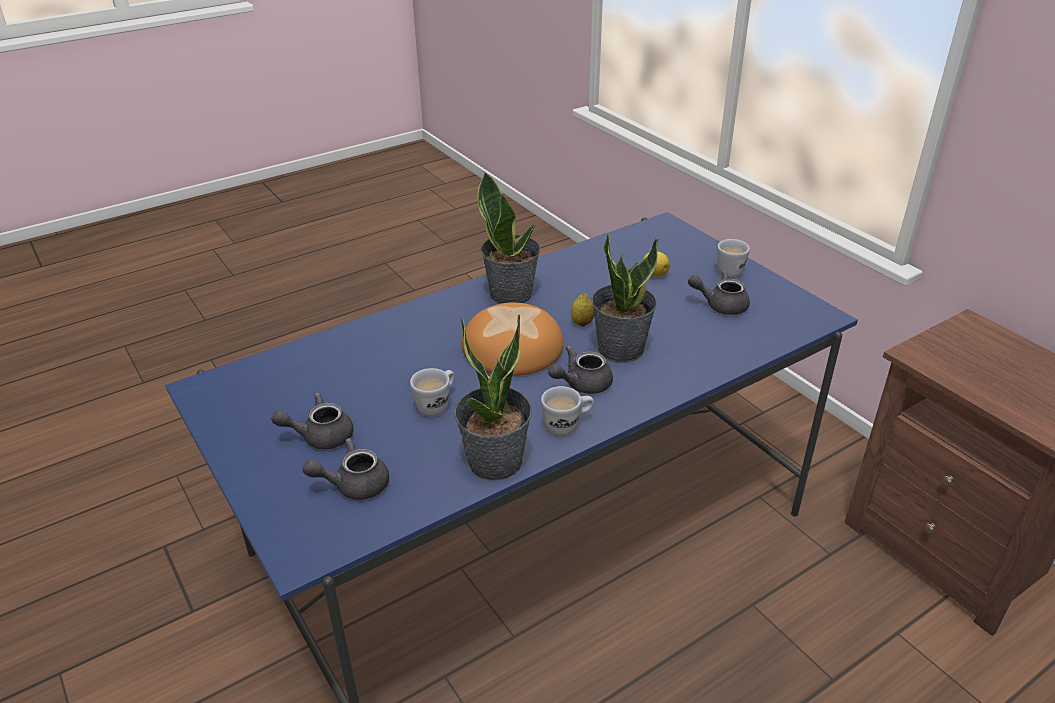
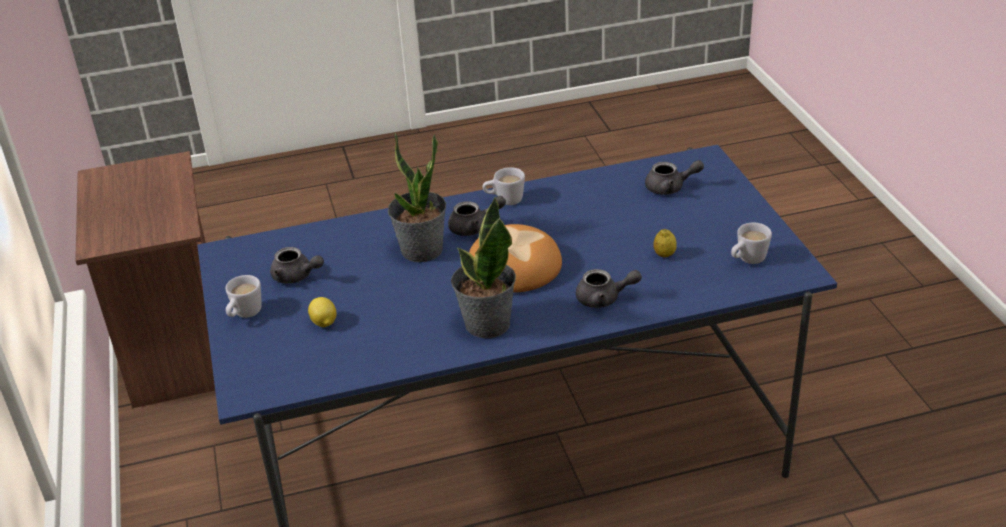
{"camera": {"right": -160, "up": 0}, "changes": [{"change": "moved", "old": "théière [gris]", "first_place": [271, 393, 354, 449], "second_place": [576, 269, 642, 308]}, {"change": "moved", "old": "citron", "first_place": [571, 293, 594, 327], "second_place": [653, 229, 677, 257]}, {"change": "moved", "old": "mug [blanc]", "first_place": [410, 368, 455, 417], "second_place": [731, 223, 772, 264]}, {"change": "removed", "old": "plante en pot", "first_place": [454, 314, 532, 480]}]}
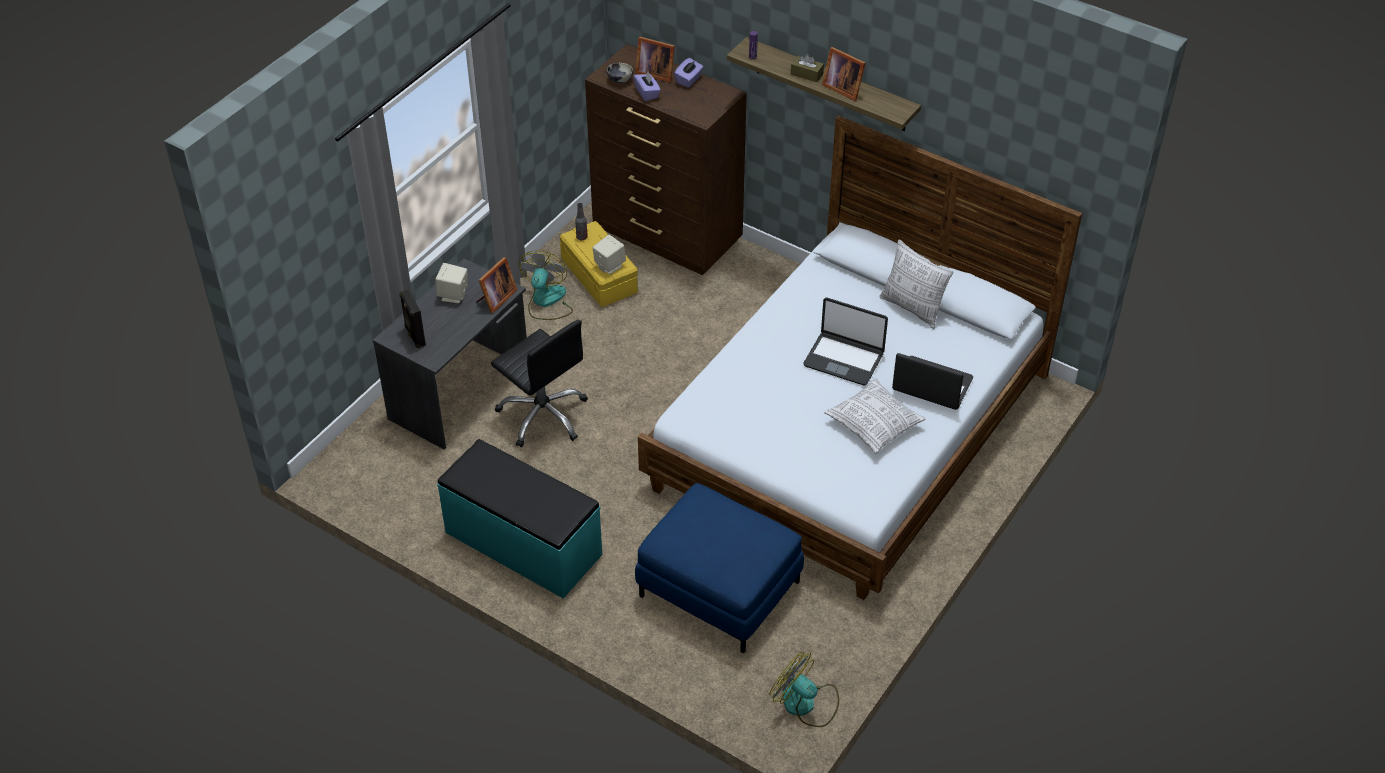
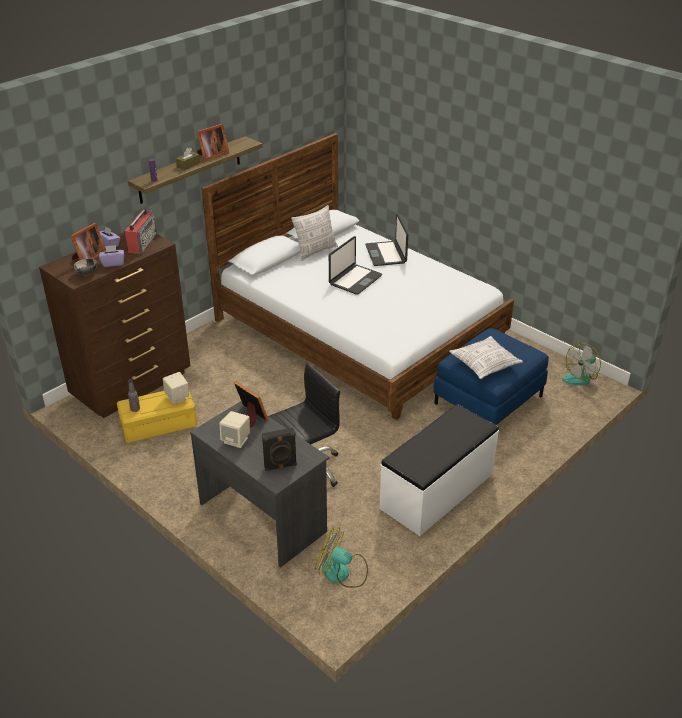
{"camera": {"right": -80, "up": -10}, "changes": [{"change": "added", "new": "radio", "second_place": [124, 208, 157, 254]}, {"change": "moved", "old": "ventilateur", "first_place": [518, 250, 573, 320], "second_place": [315, 527, 368, 588]}, {"change": "turned", "old": "ordinateur portable", "first_place": [892, 353, 973, 410], "second_place": [365, 214, 408, 266], "degrees": -45}, {"change": "recoloured", "old": "banc [turquoise]", "new": "banc [blanc]", "first_place": [437, 439, 602, 599], "second_place": [380, 404, 499, 536]}, {"change": "moved", "old": "coussin", "first_place": [824, 378, 926, 454], "second_place": [449, 336, 523, 379]}]}
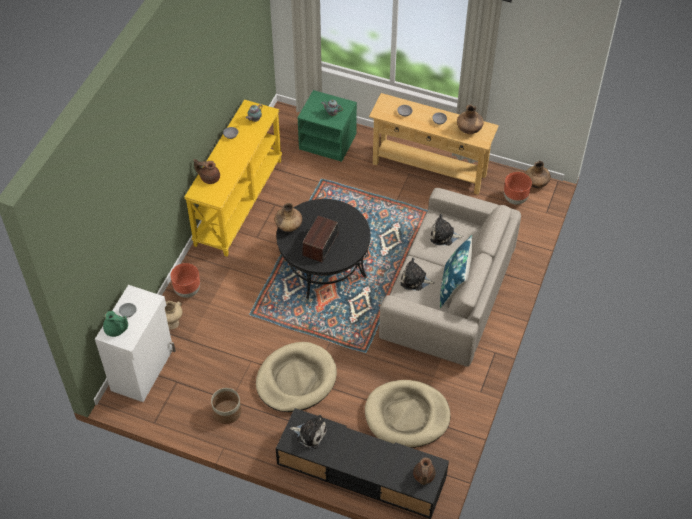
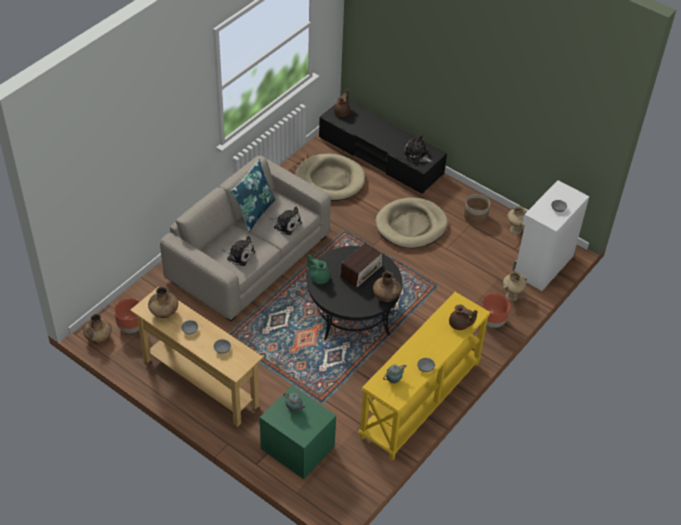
{"camera": {"right": -165, "up": -5}, "changes": [{"change": "moved", "old": "théière [vert]", "first_place": [103, 311, 128, 337], "second_place": [308, 254, 330, 284]}, {"change": "added", "new": "vase [beige]", "second_place": [507, 206, 527, 235]}]}
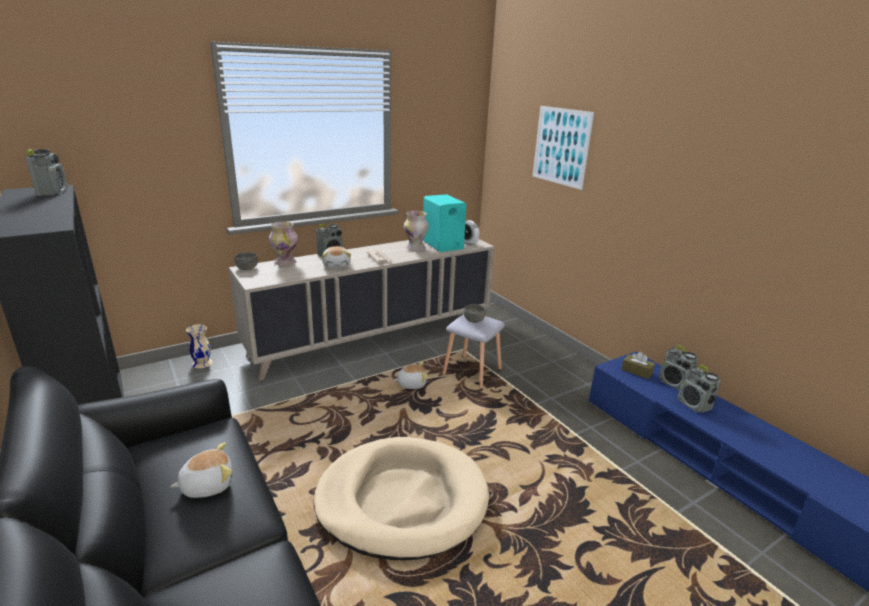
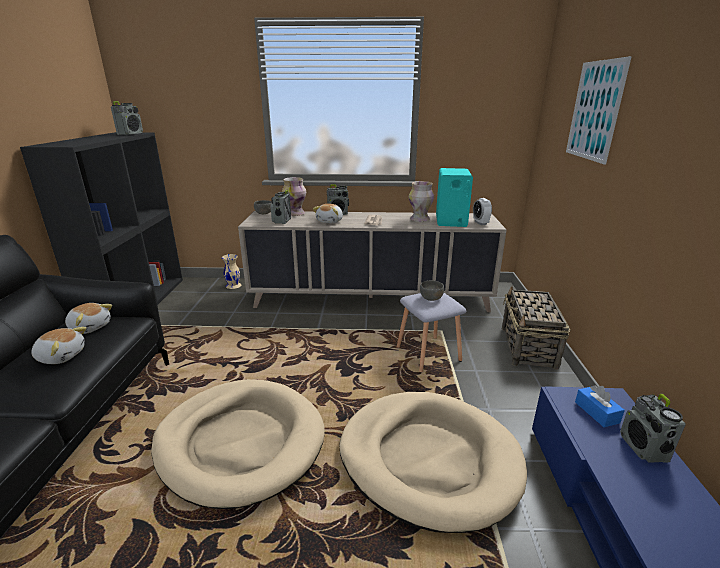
{"camera": {"right": 35, "up": 0}, "changes": [{"change": "moved", "old": "peluche", "first_place": [393, 362, 428, 389], "second_place": [65, 303, 112, 334]}, {"change": "moved", "old": "radio", "first_place": [678, 365, 721, 413], "second_place": [271, 190, 291, 224]}, {"change": "added", "new": "panier pour chien [beige]", "second_place": [340, 392, 527, 533]}, {"change": "added", "new": "panier", "second_place": [502, 286, 570, 370]}, {"change": "recoloured", "old": "boîte à mouchoirs [marron]", "new": "boîte à mouchoirs [bleu]", "first_place": [621, 352, 655, 379], "second_place": [575, 385, 625, 427]}]}
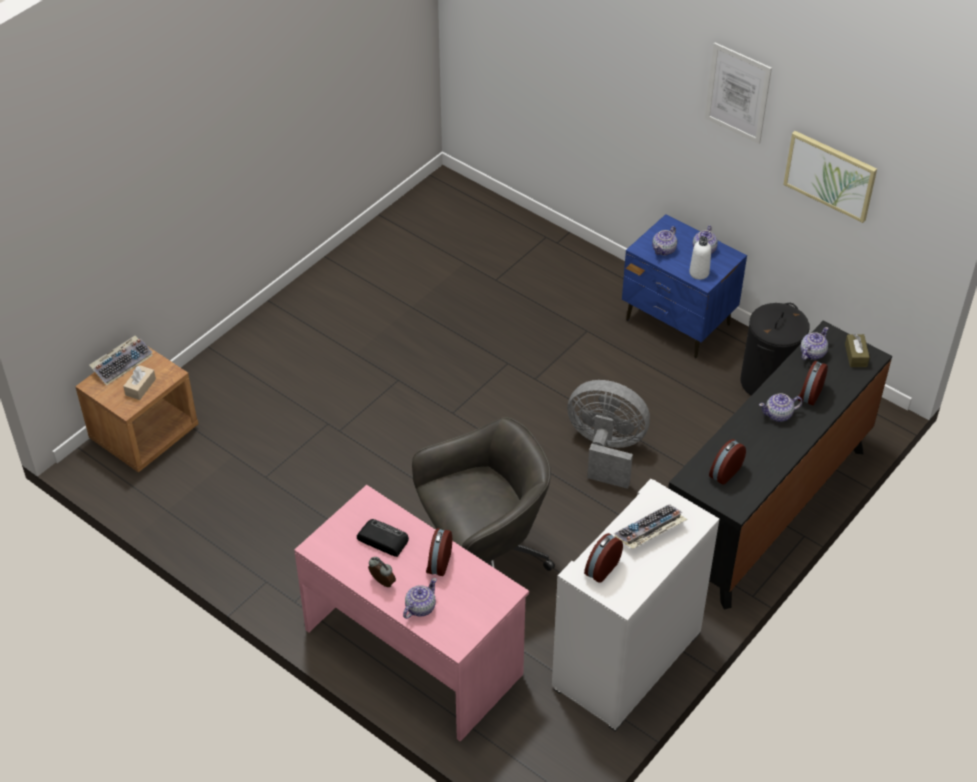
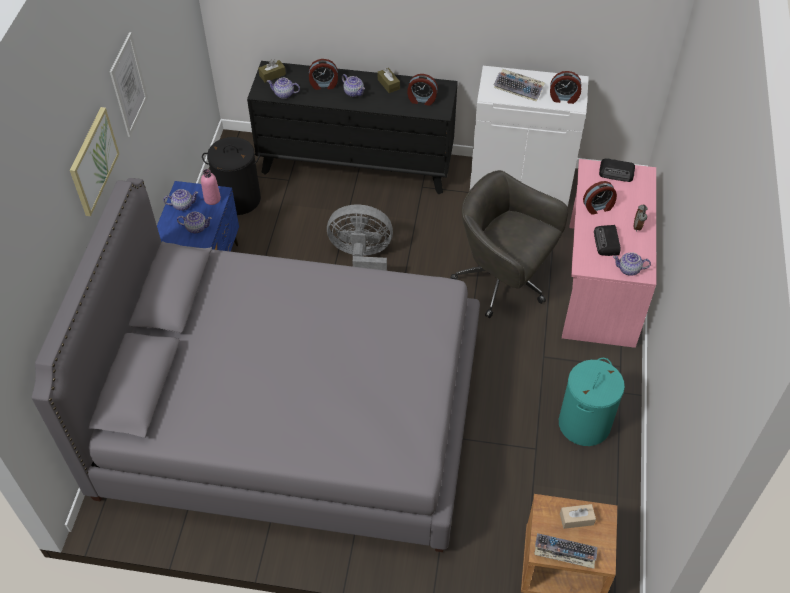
{"camera": {"right": -120, "up": 5}, "changes": [{"change": "added", "new": "lit [gris]", "second_place": [32, 178, 480, 552]}, {"change": "moved", "old": "tableau", "first_place": [783, 131, 877, 223], "second_place": [70, 107, 119, 216]}, {"change": "recoloured", "old": "bouteille [blanc]", "new": "bouteille [rose]", "first_place": [689, 236, 711, 280], "second_place": [201, 169, 221, 205]}, {"change": "turned", "old": "ventilateur [gris]", "first_place": [567, 380, 650, 489], "second_place": [327, 205, 393, 271], "degrees": 105}, {"change": "added", "new": "boîte à mouchoirs [marron]", "second_place": [378, 68, 400, 93]}, {"change": "added", "new": "panier à linge [turquoise]", "second_place": [559, 358, 625, 446]}, {"change": "added", "new": "radio", "second_place": [599, 158, 635, 182]}, {"change": "moved", "old": "théière", "first_place": [403, 578, 437, 619], "second_place": [613, 252, 651, 276]}]}
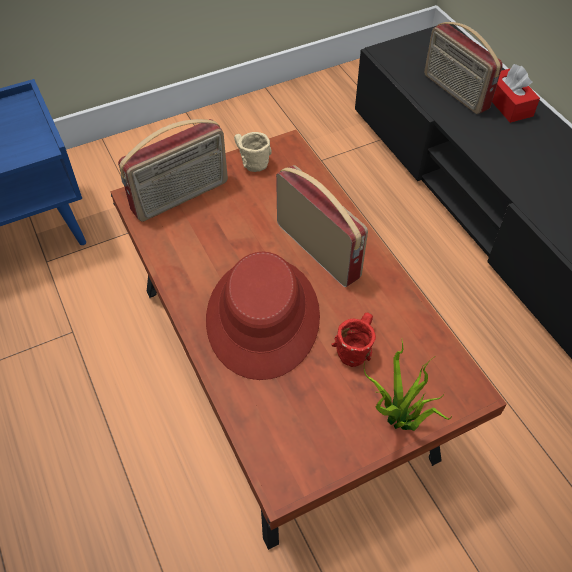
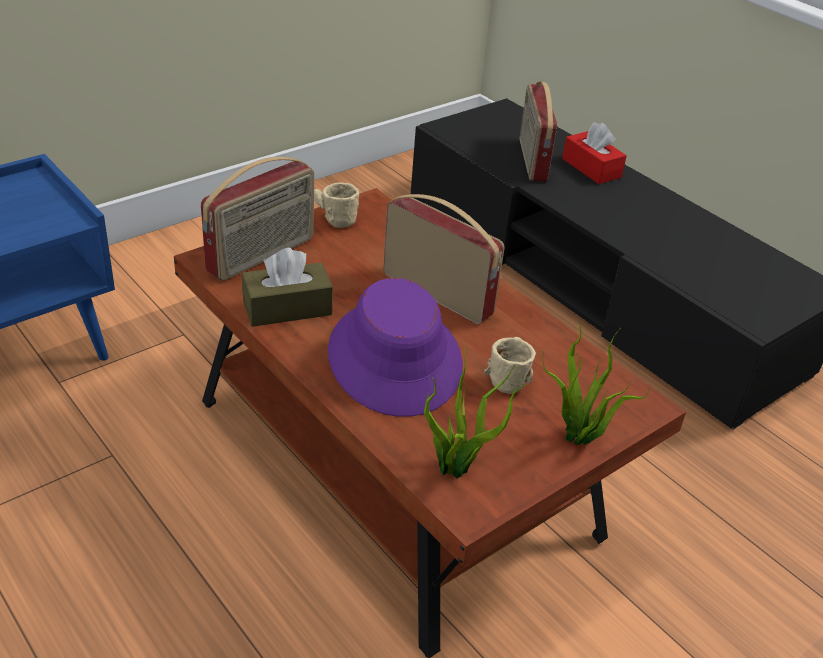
{"camera": {"right": -15, "up": -15}, "changes": [{"change": "added", "new": "boîte à mouchoirs [marron]", "second_place": [242, 248, 333, 327]}, {"change": "recoloured", "old": "chapeau [rouge]", "new": "chapeau [violet]", "first_place": [206, 252, 320, 380], "second_place": [328, 278, 463, 417]}, {"change": "added", "new": "plante en pot", "second_place": [424, 347, 529, 478]}, {"change": "recoloured", "old": "mug [rouge]", "new": "mug [beige]", "first_place": [331, 313, 376, 367], "second_place": [484, 337, 536, 394]}, {"change": "turned", "old": "radio", "first_place": [424, 22, 503, 114], "second_place": [519, 82, 557, 182], "degrees": 45}]}
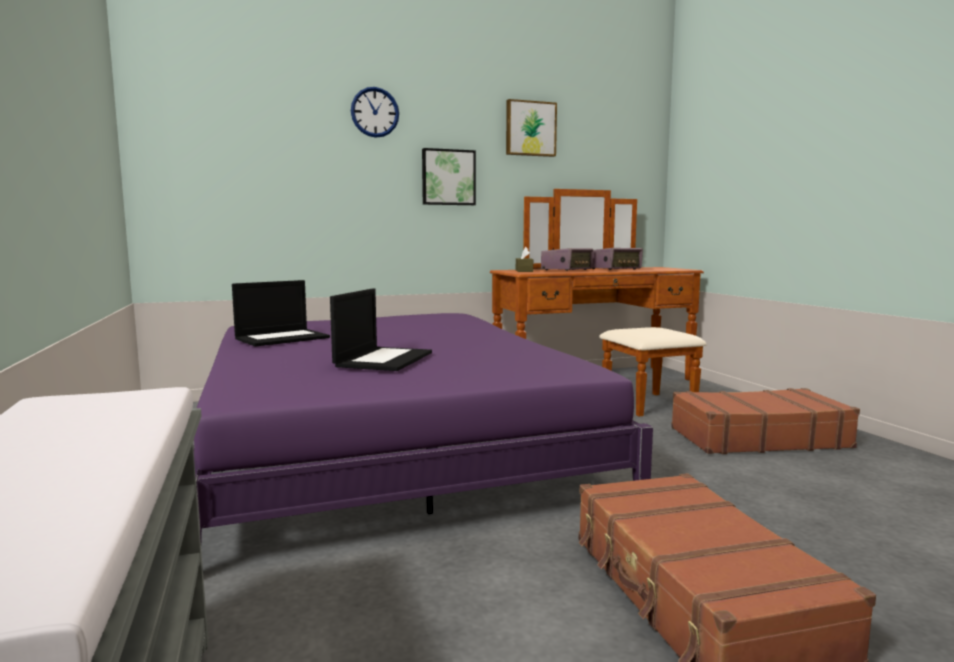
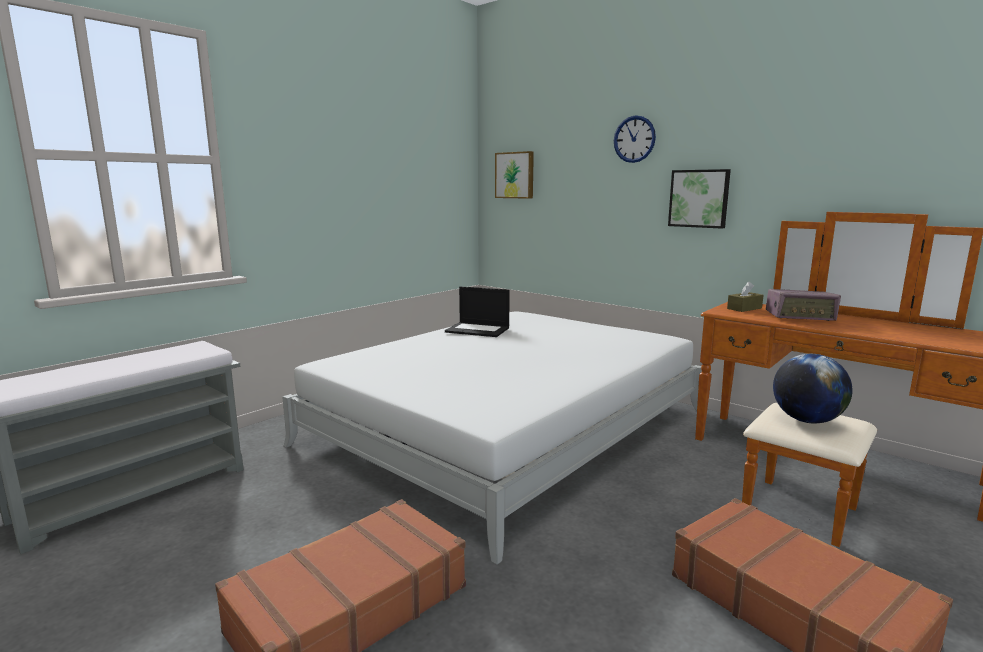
{"camera": {"right": 60, "up": 5}, "changes": [{"change": "recoloured", "old": "lit [violet]", "new": "lit [blanc]", "first_place": [194, 313, 653, 541], "second_place": [282, 311, 702, 565]}, {"change": "moved", "old": "tableau", "first_place": [506, 99, 557, 157], "second_place": [495, 151, 534, 199]}, {"change": "added", "new": "globe", "second_place": [773, 354, 853, 423]}, {"change": "removed", "old": "ordinateur portable", "first_place": [330, 288, 432, 371]}, {"change": "removed", "old": "radio", "first_place": [592, 248, 643, 270]}]}
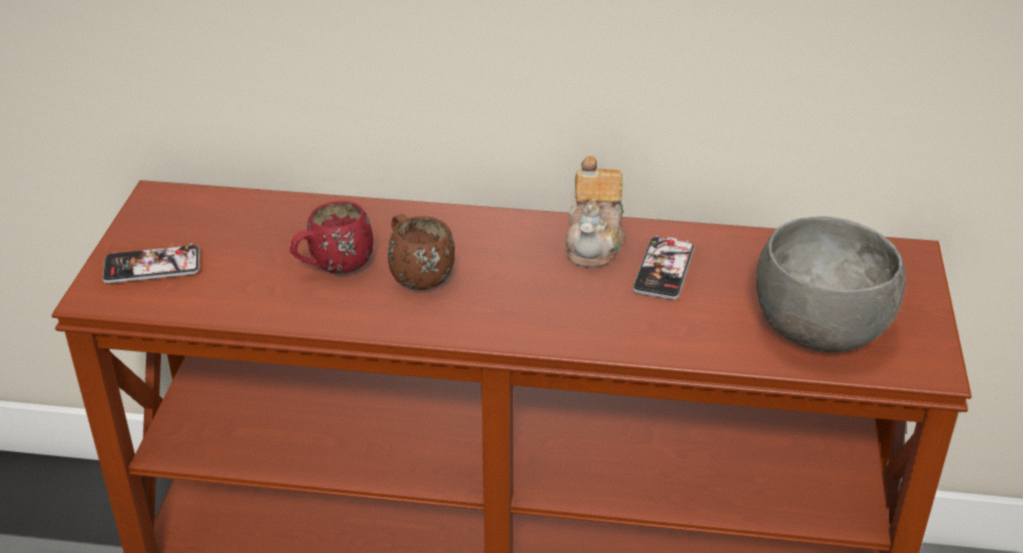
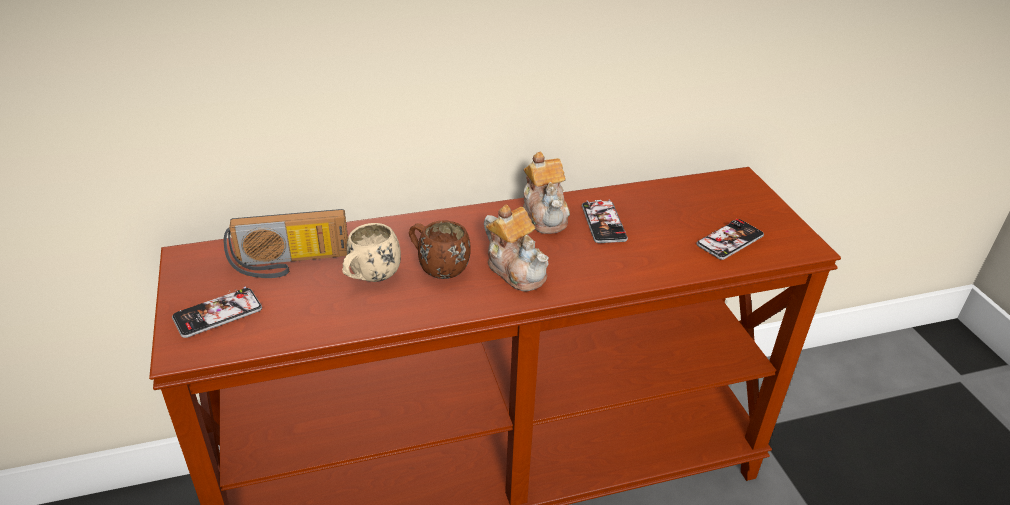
{"camera": {"right": -25, "up": 0}, "changes": [{"change": "added", "new": "radio", "second_place": [224, 209, 348, 278]}, {"change": "recoloured", "old": "mug [rouge]", "new": "mug [beige]", "first_place": [290, 201, 373, 274], "second_place": [342, 223, 401, 282]}, {"change": "added", "new": "théière", "second_place": [484, 204, 549, 292]}, {"change": "replaced", "old": "bol [gris]", "new": "téléphone", "first_place": [756, 216, 906, 352], "second_place": [697, 219, 764, 260]}]}
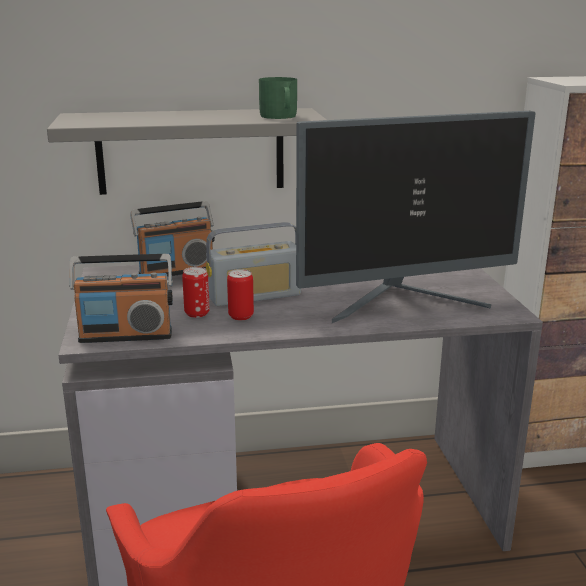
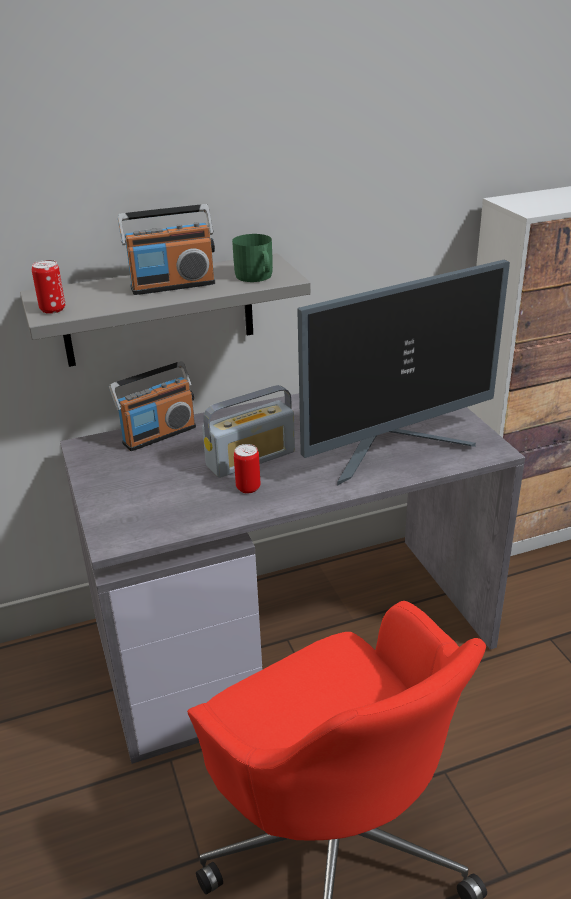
{"camera": {"right": -10, "up": 10}, "changes": [{"change": "moved", "old": "boîte métallique", "first_place": [182, 267, 210, 318], "second_place": [32, 260, 65, 314]}, {"change": "moved", "old": "radio", "first_place": [69, 254, 173, 343], "second_place": [118, 204, 215, 295]}]}
